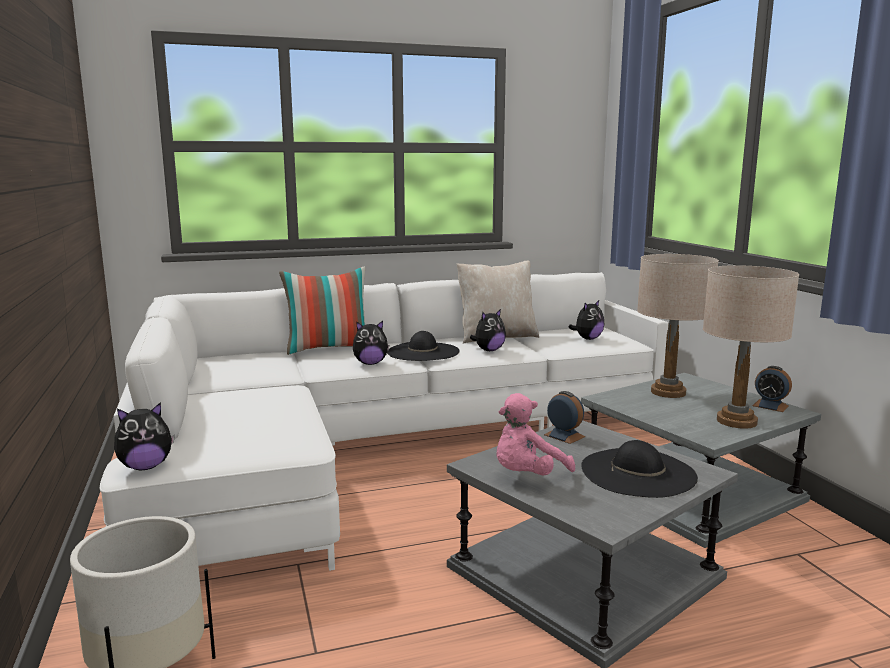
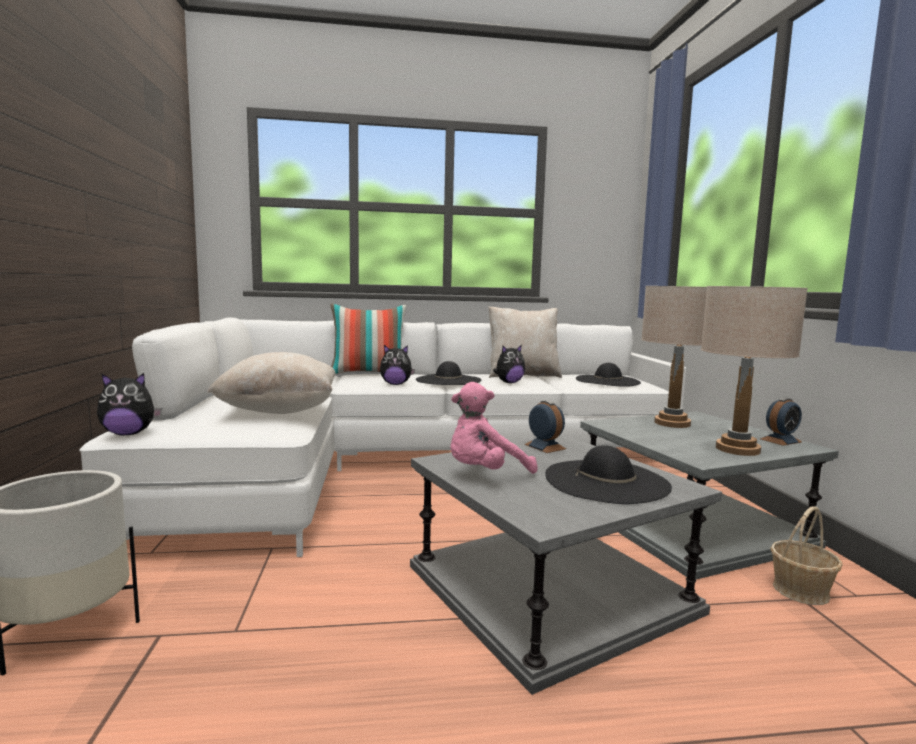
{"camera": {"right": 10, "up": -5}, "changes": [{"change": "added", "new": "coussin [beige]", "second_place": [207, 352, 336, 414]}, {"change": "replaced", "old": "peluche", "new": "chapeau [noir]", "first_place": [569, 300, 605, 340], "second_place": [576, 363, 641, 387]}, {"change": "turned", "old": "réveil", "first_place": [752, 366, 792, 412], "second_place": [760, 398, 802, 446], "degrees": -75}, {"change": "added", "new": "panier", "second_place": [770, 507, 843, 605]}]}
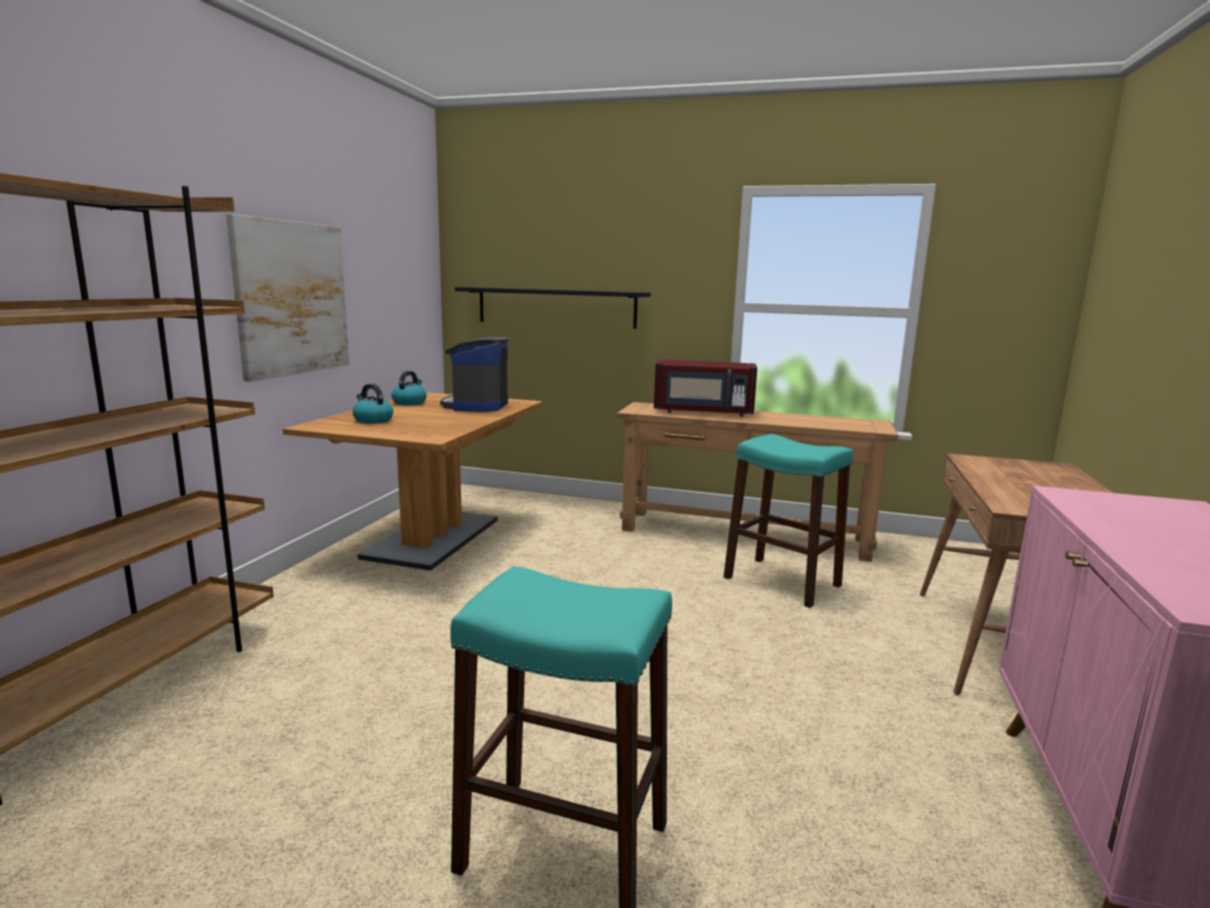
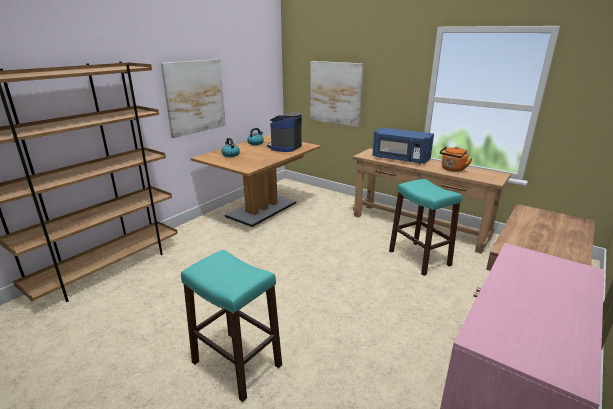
{"camera": {"right": 20, "up": 10}, "changes": [{"change": "replaced", "old": "étagère [noir]", "new": "tableau", "first_place": [455, 287, 651, 329], "second_place": [310, 61, 364, 127]}, {"change": "recoloured", "old": "micro-ondes [rouge]", "new": "micro-ondes [bleu]", "first_place": [654, 359, 757, 417], "second_place": [372, 127, 434, 164]}, {"change": "added", "new": "bouilloire [orange]", "second_place": [440, 146, 473, 172]}]}
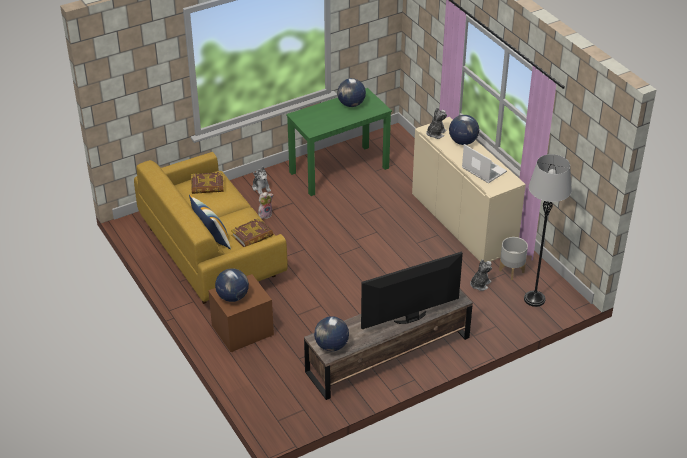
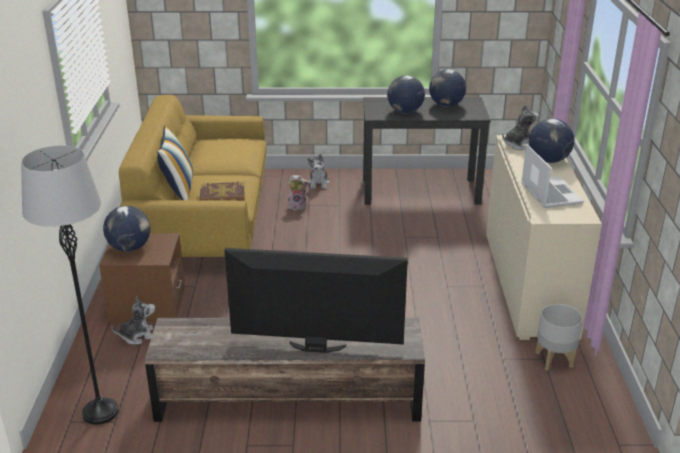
{"camera": {"right": 30, "up": -10}, "changes": [{"change": "moved", "old": "lampadaire [gris]", "first_place": [524, 154, 572, 307], "second_place": [21, 146, 119, 425]}, {"change": "moved", "old": "peluche", "first_place": [470, 259, 492, 291], "second_place": [112, 296, 155, 344]}, {"change": "recoloured", "old": "bureau [vert]", "new": "bureau [noir]", "first_place": [286, 88, 392, 196], "second_place": [363, 97, 491, 205]}, {"change": "moved", "old": "globe", "first_place": [314, 316, 349, 351], "second_place": [387, 75, 425, 114]}, {"change": "removed", "old": "livre", "first_place": [191, 172, 224, 194]}]}
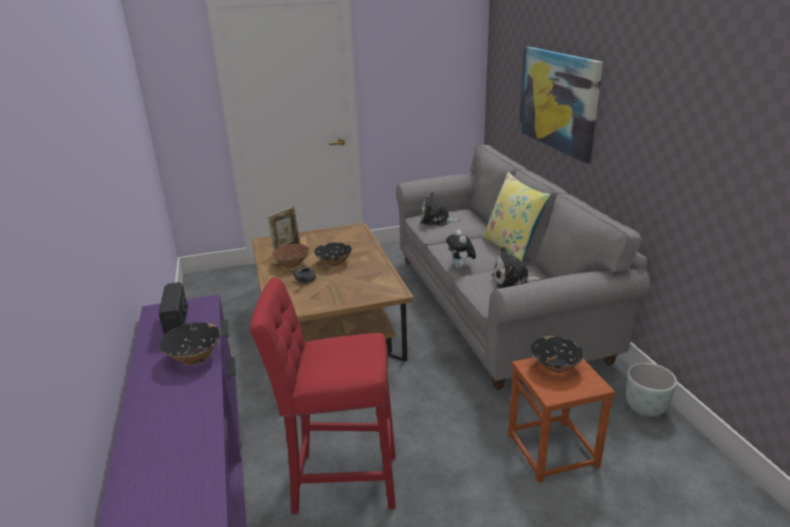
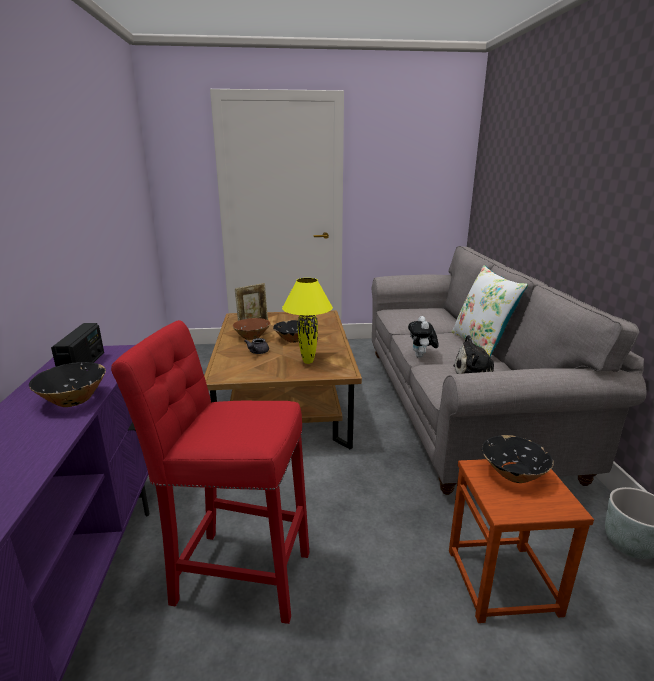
{"camera": {"right": 10, "up": -5}, "changes": [{"change": "added", "new": "lampe de table [jaune]", "second_place": [282, 278, 333, 364]}, {"change": "recoloured", "old": "coussin [jaune]", "new": "coussin [blanc]", "first_place": [483, 172, 551, 262], "second_place": [451, 265, 528, 357]}, {"change": "removed", "old": "peluche", "first_place": [420, 192, 461, 226]}, {"change": "removed", "old": "tableau", "first_place": [518, 46, 603, 164]}]}
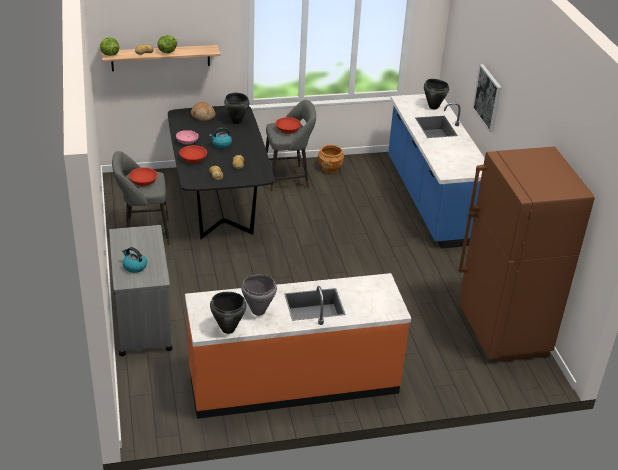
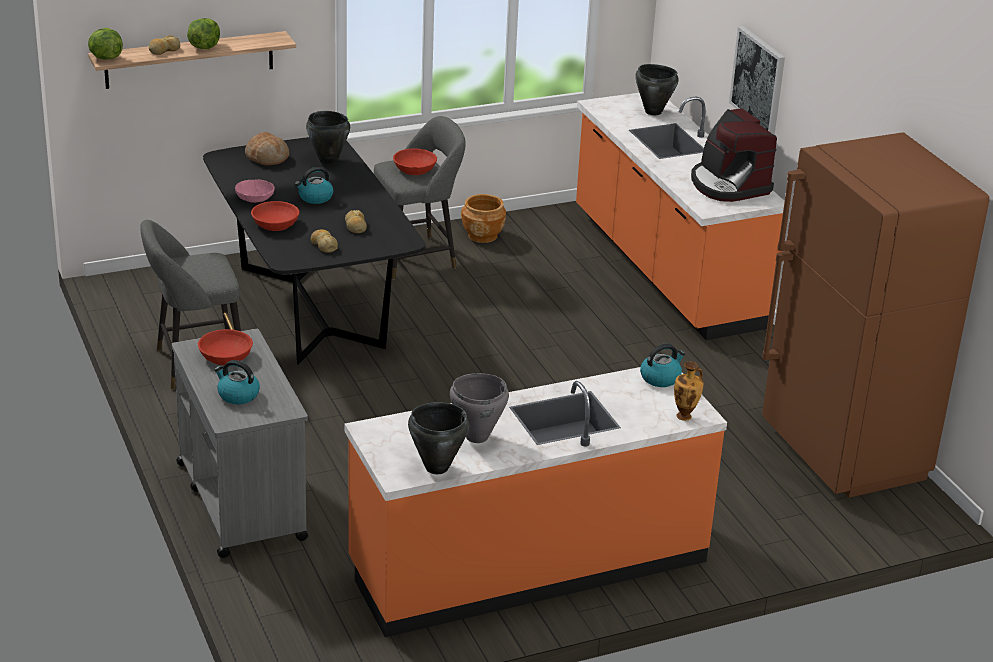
{"camera": {"right": -10, "up": -5}, "changes": [{"change": "moved", "old": "bol [rouge]", "first_place": [129, 167, 157, 186], "second_place": [198, 329, 253, 365]}, {"change": "recoloured", "old": "comptoir de cuisine [bleu]", "new": "comptoir de cuisine [orange]", "first_place": [388, 94, 485, 249], "second_place": [576, 93, 790, 340]}, {"change": "added", "new": "bouilloire", "second_place": [640, 343, 685, 387]}, {"change": "added", "new": "vase", "second_place": [674, 361, 704, 421]}, {"change": "added", "new": "machine à café", "second_place": [691, 108, 777, 202]}]}
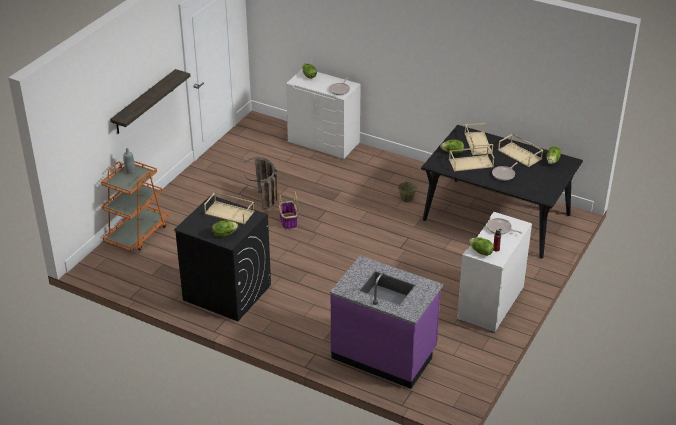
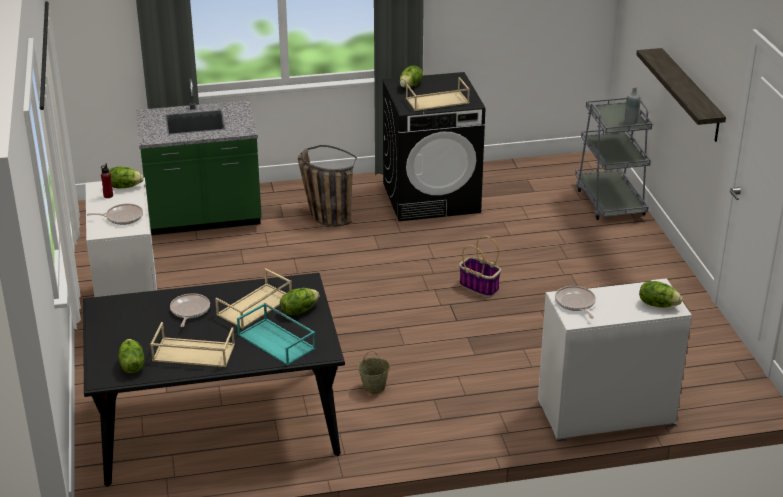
{"camera": {"right": 140, "up": -5}, "changes": [{"change": "recoloured", "old": "comptoir de cuisine [violet]", "new": "comptoir de cuisine [vert]", "first_place": [330, 256, 443, 389], "second_place": [136, 78, 262, 235]}, {"change": "recoloured", "old": "plateau [beige]", "new": "plateau [turquoise]", "first_place": [465, 123, 493, 155], "second_place": [237, 303, 316, 366]}, {"change": "moved", "old": "panier", "first_place": [243, 157, 278, 210], "second_place": [298, 145, 357, 227]}, {"change": "recoloured", "old": "chariot [orange]", "new": "chariot [gris]", "first_place": [101, 161, 169, 251], "second_place": [575, 98, 652, 220]}]}
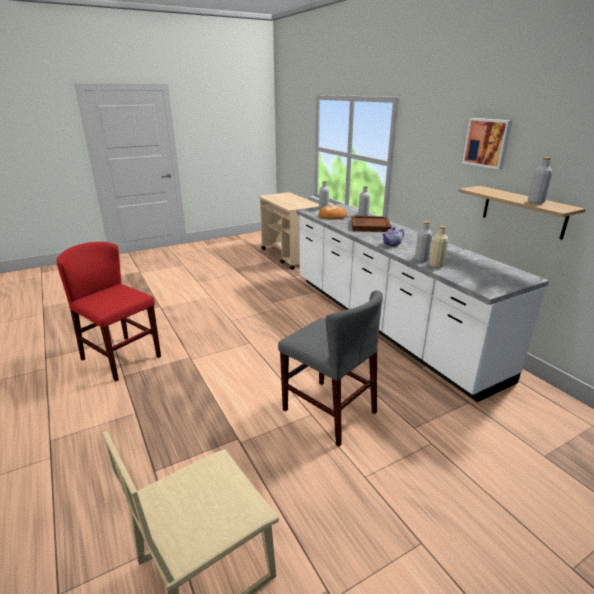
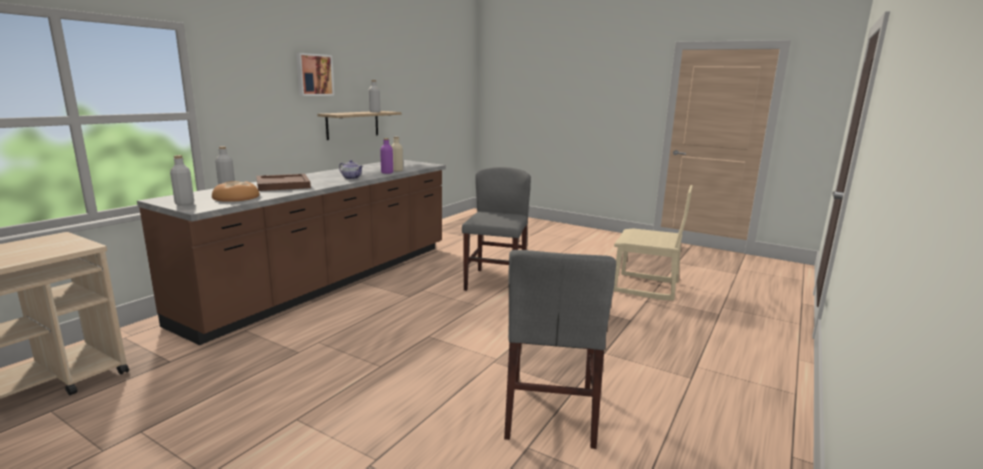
{"camera": {"right": -120, "up": -10}, "changes": [{"change": "recoloured", "old": "comptoir de cuisine [blanc]", "new": "comptoir de cuisine [marron]", "first_place": [296, 204, 549, 402], "second_place": [137, 160, 446, 345]}, {"change": "recoloured", "old": "bouteille [gris]", "new": "bouteille [violet]", "first_place": [415, 221, 432, 262], "second_place": [380, 138, 393, 174]}, {"change": "recoloured", "old": "chaise [rouge]", "new": "chaise [gris]", "first_place": [56, 242, 161, 381], "second_place": [504, 250, 616, 449]}]}
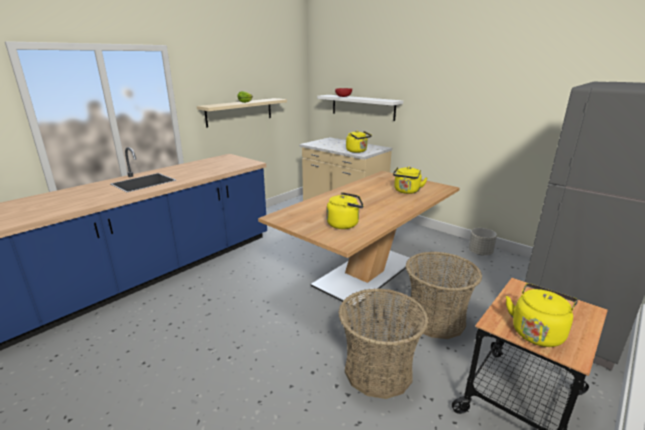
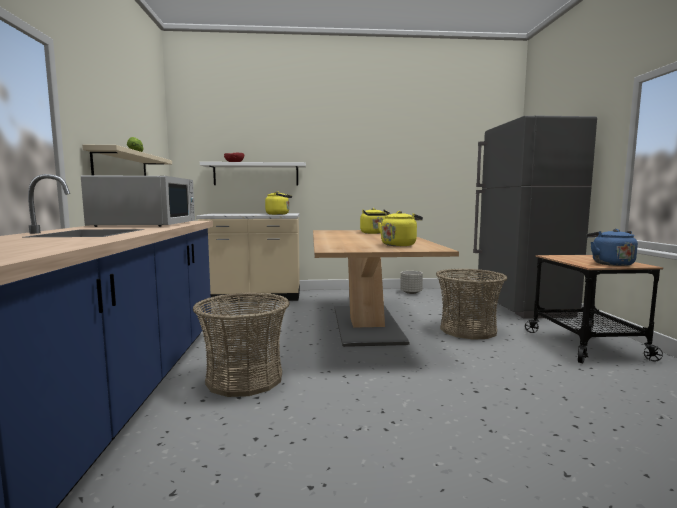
{"camera": {"right": -45, "up": -15}, "changes": [{"change": "added", "new": "micro-ondes [blanc]", "second_place": [81, 176, 195, 227]}, {"change": "moved", "old": "panier", "first_place": [339, 288, 428, 399], "second_place": [193, 292, 290, 397]}, {"change": "recoloured", "old": "bouilloire [jaune]", "new": "bouilloire [bleu]", "first_place": [506, 283, 578, 347], "second_place": [587, 229, 638, 266]}]}
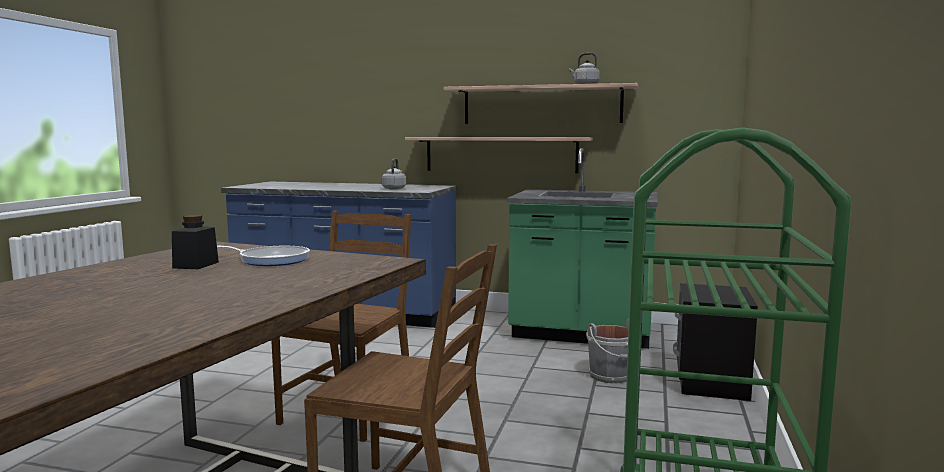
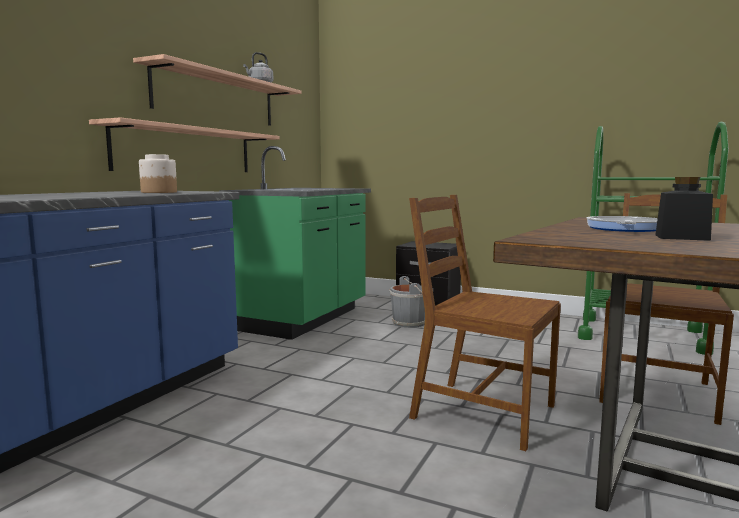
{"camera": {"right": -80, "up": 0}, "changes": [{"change": "replaced", "old": "bouilloire [gris]", "new": "bocal", "first_place": [382, 159, 406, 189], "second_place": [139, 154, 177, 193]}]}
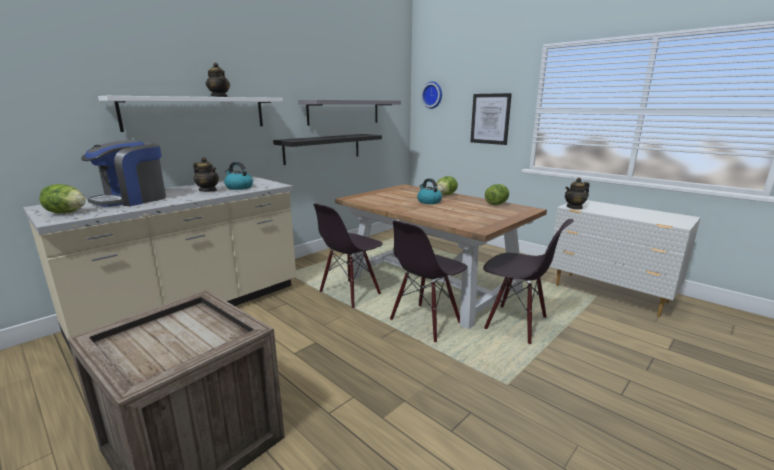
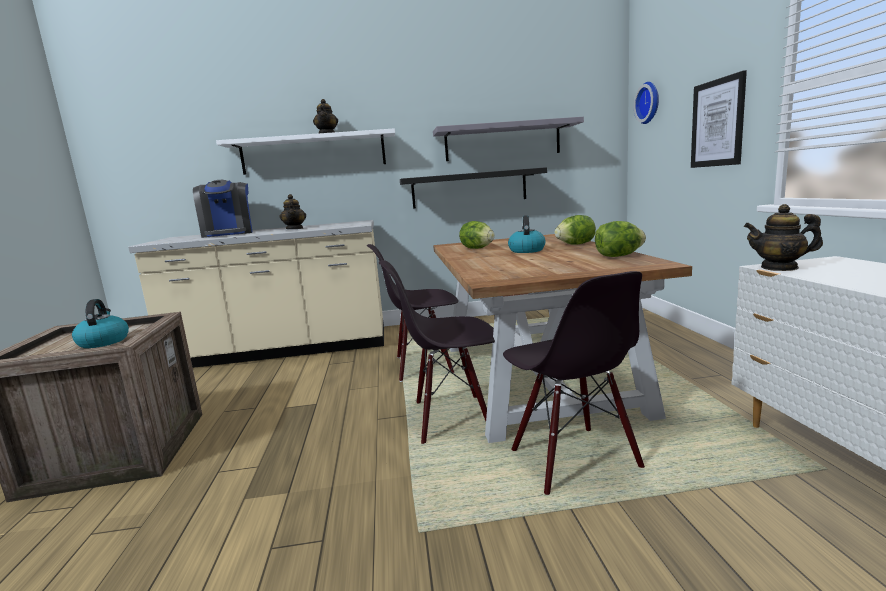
{"camera": {"right": 40, "up": -5}, "changes": [{"change": "moved", "old": "bouilloire", "first_place": [224, 162, 253, 190], "second_place": [72, 299, 129, 348]}, {"change": "turned", "old": "machine à café", "first_place": [81, 140, 166, 207], "second_place": [193, 180, 253, 238], "degrees": -90}, {"change": "moved", "old": "laitue", "first_place": [39, 184, 86, 213], "second_place": [459, 221, 495, 249]}]}
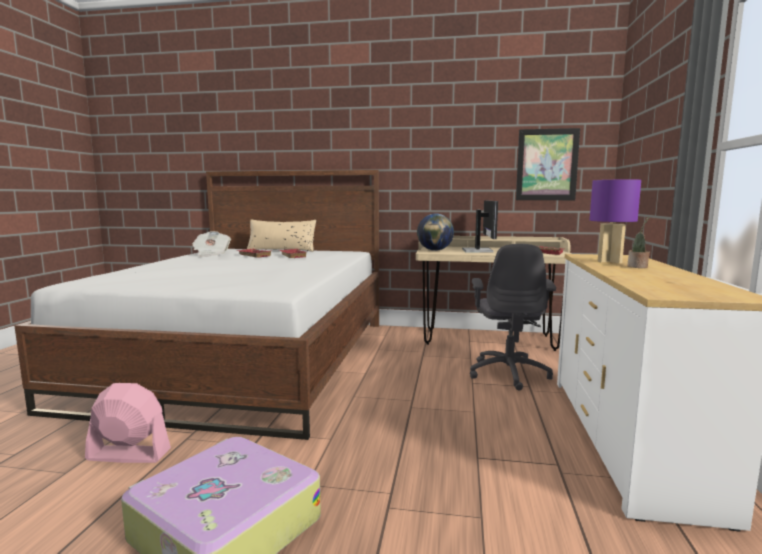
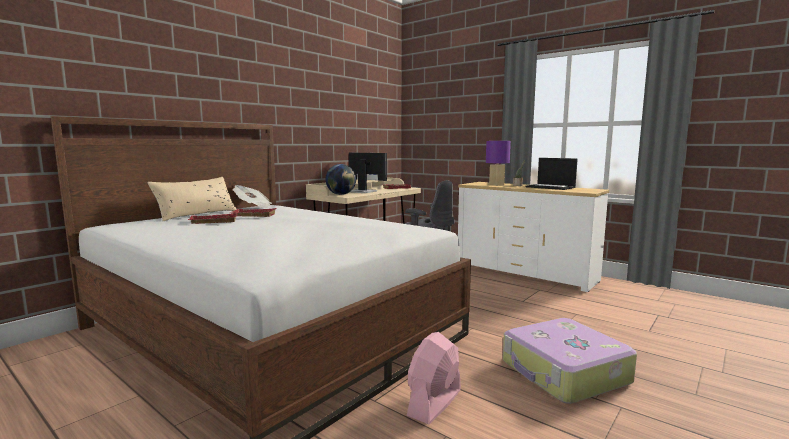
{"camera": {"right": -60, "up": 0}, "changes": [{"change": "moved", "old": "journal", "first_place": [192, 231, 231, 257], "second_place": [233, 185, 272, 208]}, {"change": "added", "new": "ordinateur portable", "second_place": [525, 158, 578, 190]}, {"change": "removed", "old": "tableau", "first_place": [516, 128, 580, 200]}]}
